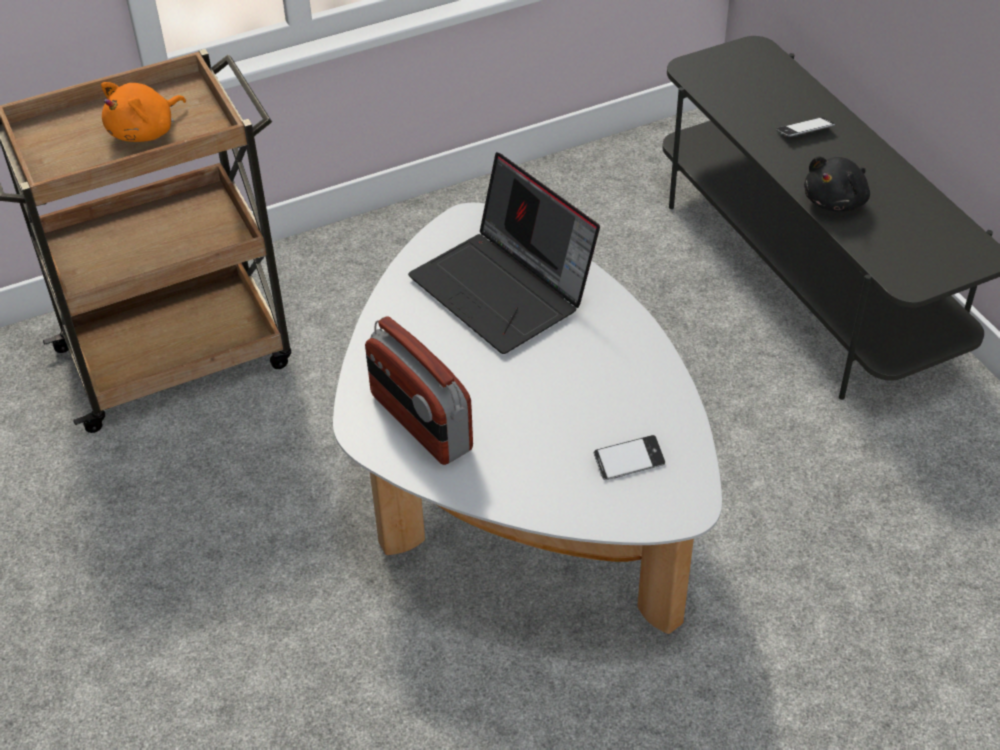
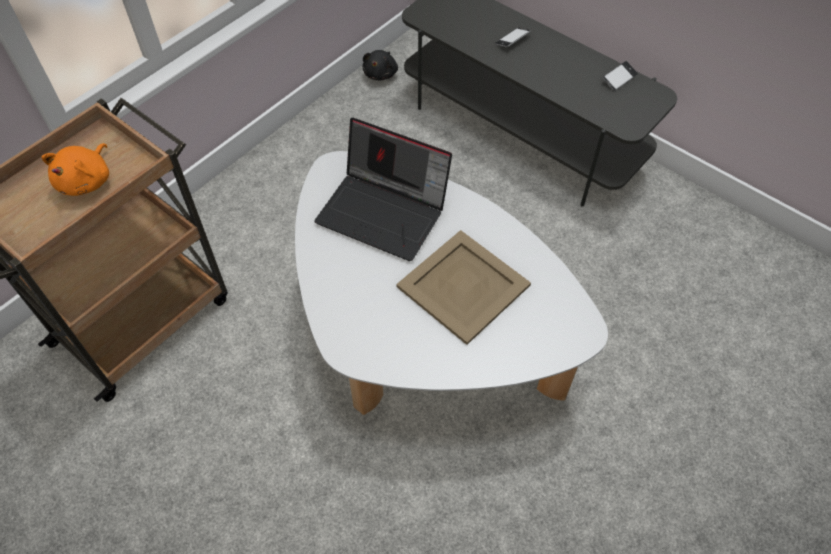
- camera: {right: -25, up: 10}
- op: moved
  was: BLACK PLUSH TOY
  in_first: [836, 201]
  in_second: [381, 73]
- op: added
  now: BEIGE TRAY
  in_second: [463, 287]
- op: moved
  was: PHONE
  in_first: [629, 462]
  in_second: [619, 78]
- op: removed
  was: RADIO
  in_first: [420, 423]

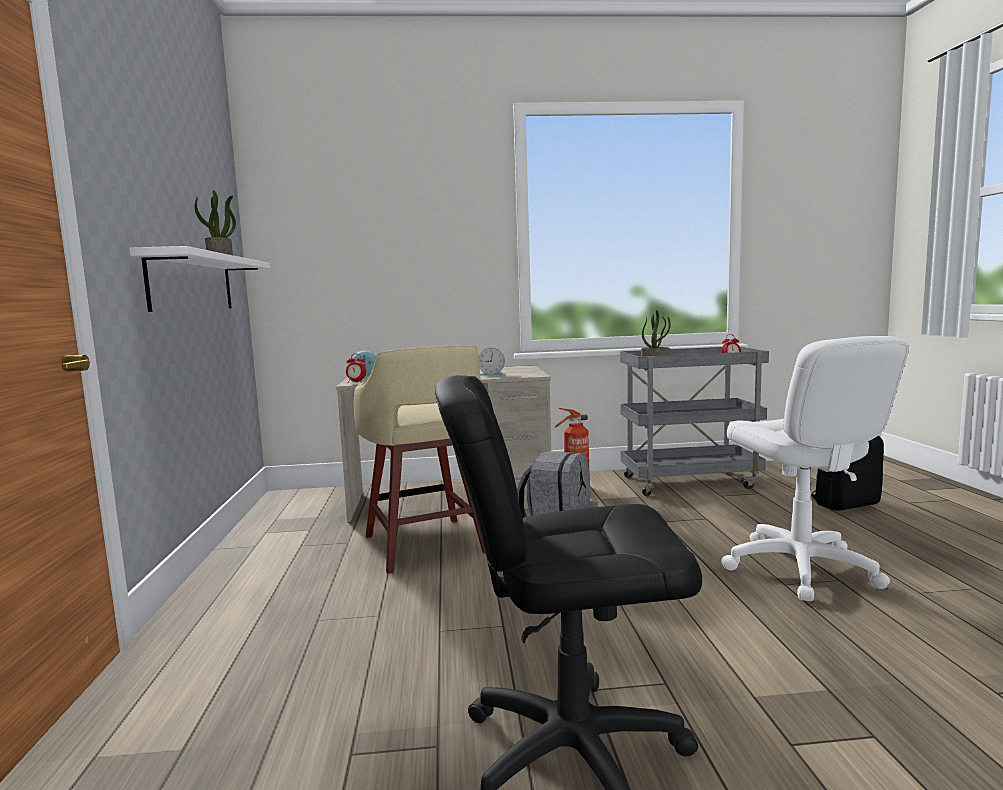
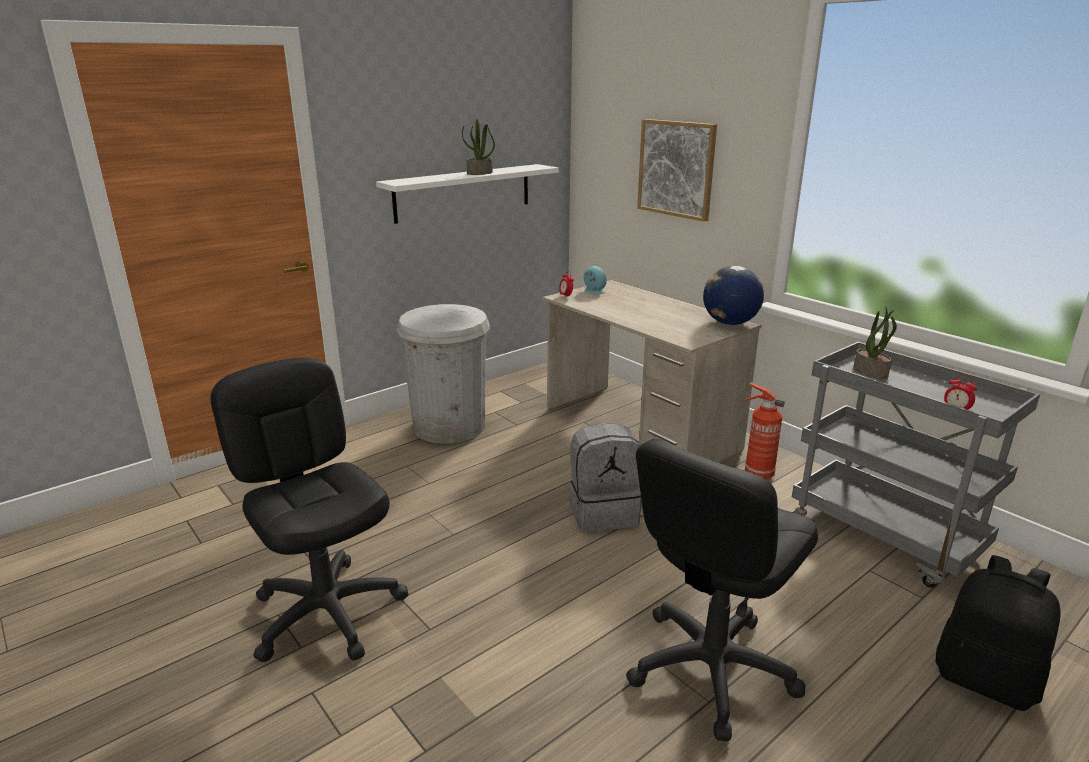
- camera: {right: 55, up: 15}
- op: added
  now: WHITE TRASH CAN
  in_second: [449, 426]
- op: recoloured
  was: WHITE OFFICE CHAIR
  now: BLACK OFFICE CHAIR
  in_first: [799, 568]
  in_second: [710, 668]
- op: added
  now: PICTURE
  in_second: [676, 169]
- op: added
  now: GLOBE
  in_second: [729, 323]
- op: removed
  was: BEIGE STOOL
  in_first: [426, 546]
- op: removed
  was: ALARM CLOCK
  in_first: [492, 374]

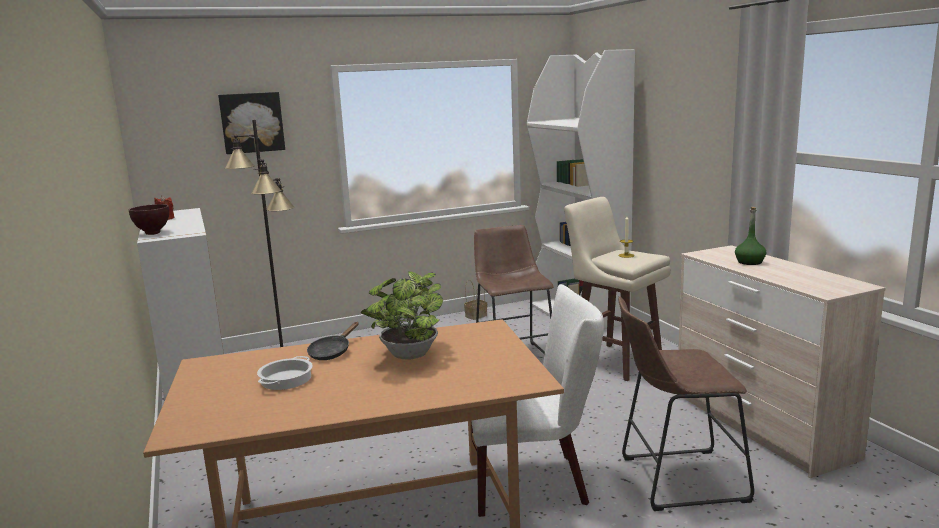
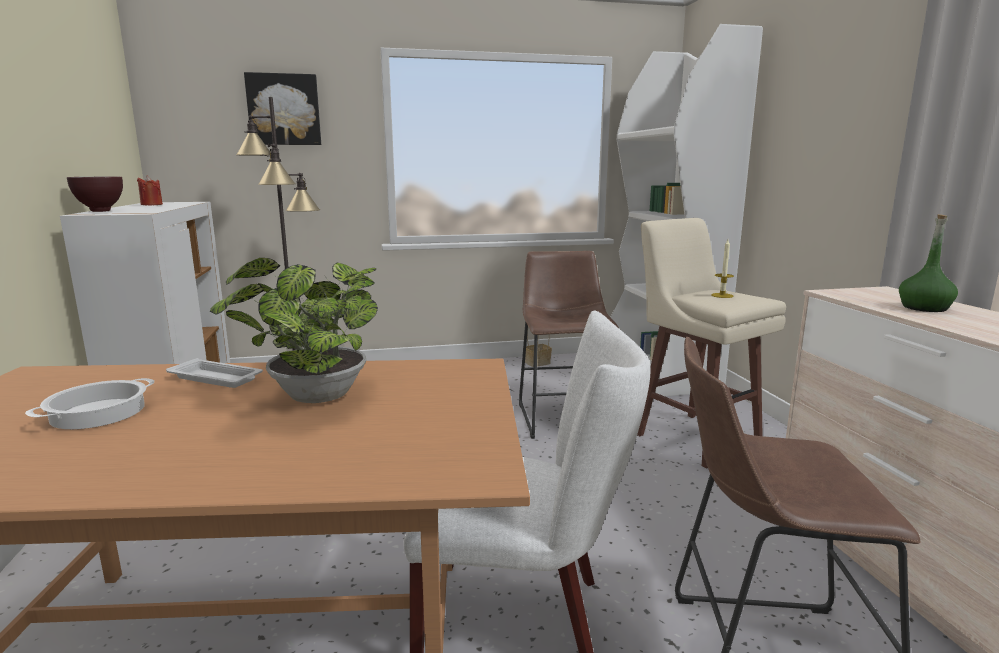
- camera: {right: 10, up: 0}
- op: replaced
  was: BLACK FRYING PAN
  now: WHITE TRAY
  in_first: [332, 352]
  in_second: [217, 379]

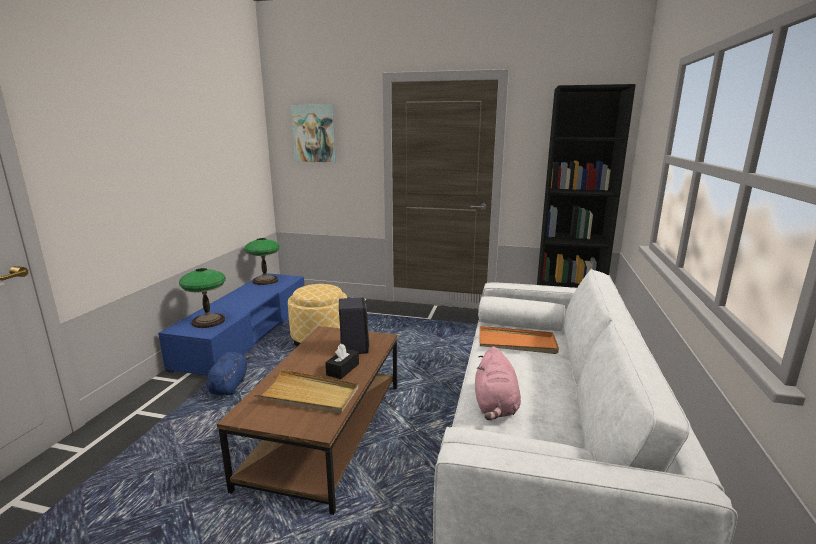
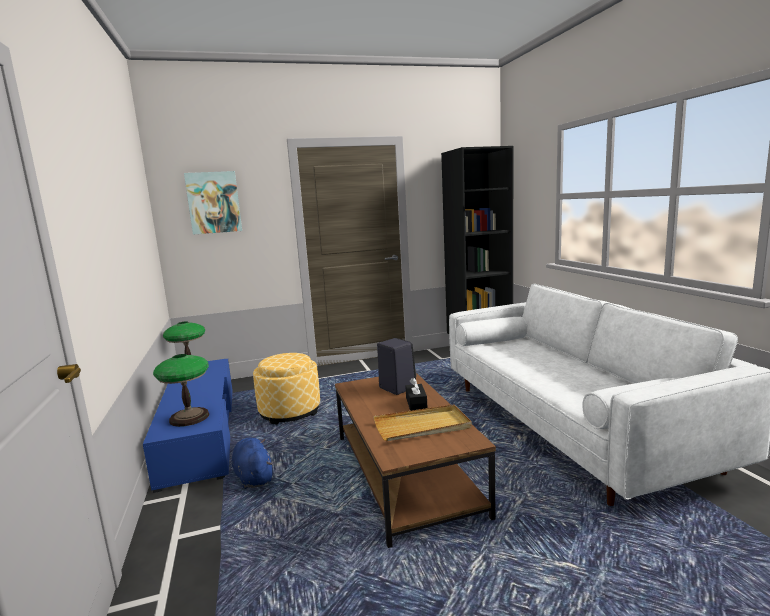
- camera: {right: -30, up: -5}
- op: removed
  was: PINK PLUSH TOY
  in_first: [495, 406]
- op: removed
  was: ORANGE TRAY
  in_first: [517, 343]

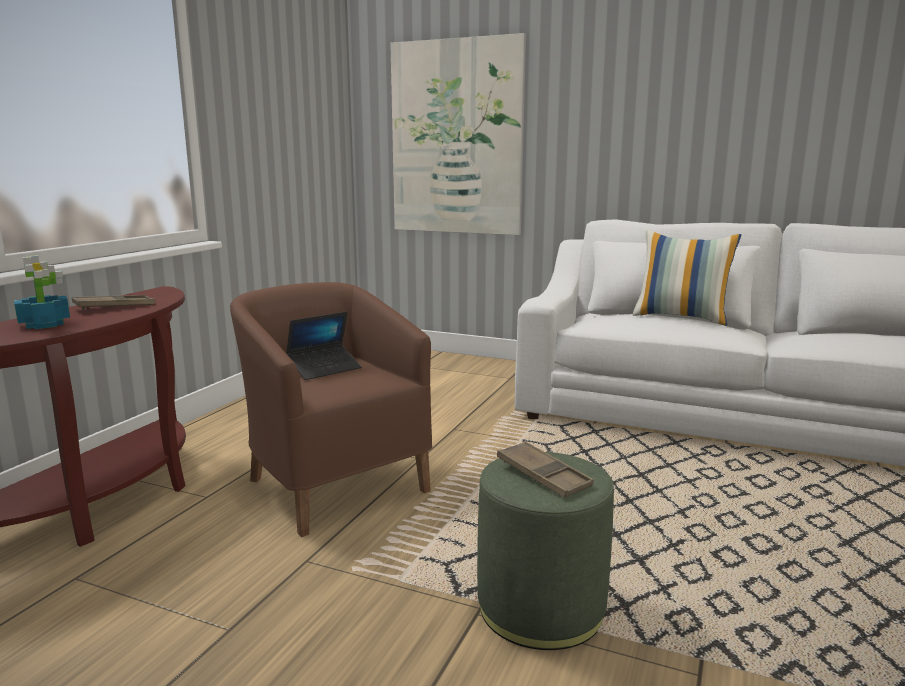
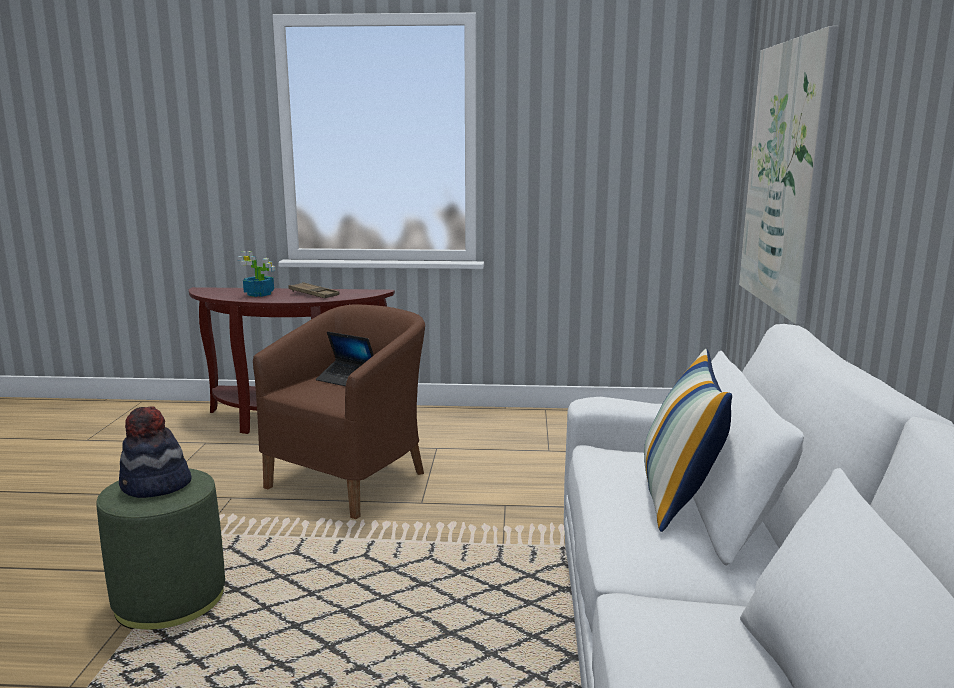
- camera: {right: 70, up: 0}
- op: replaced
  was: BROWN TRAY
  now: HAT
  in_first: [543, 475]
  in_second: [155, 486]

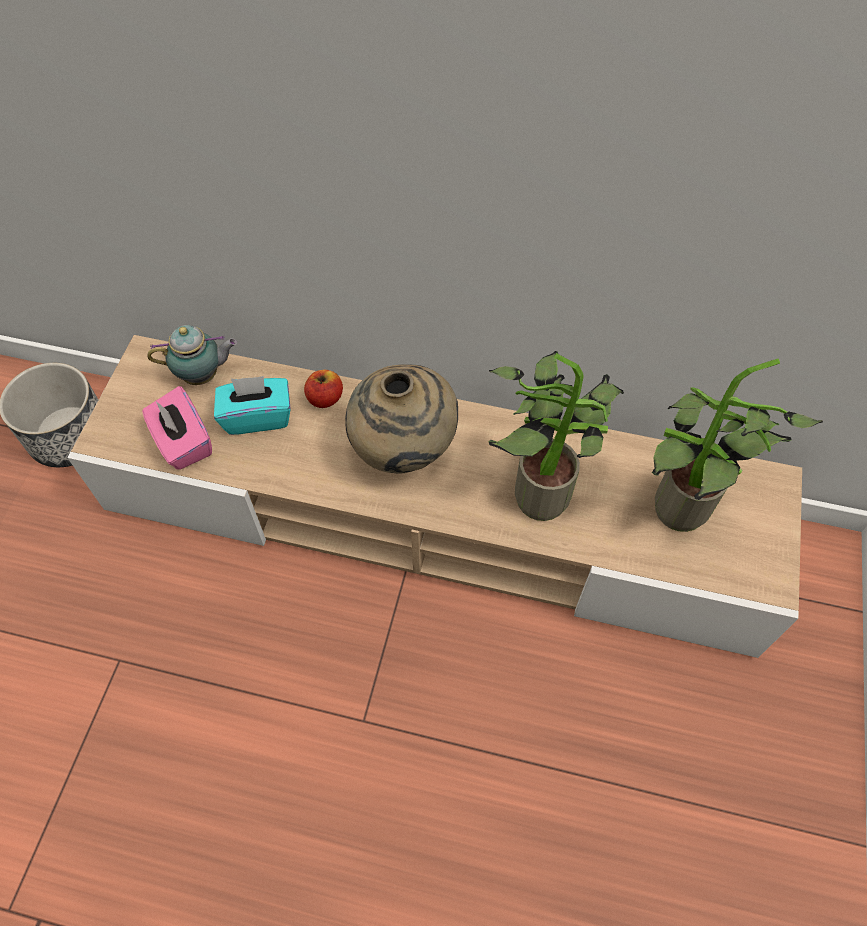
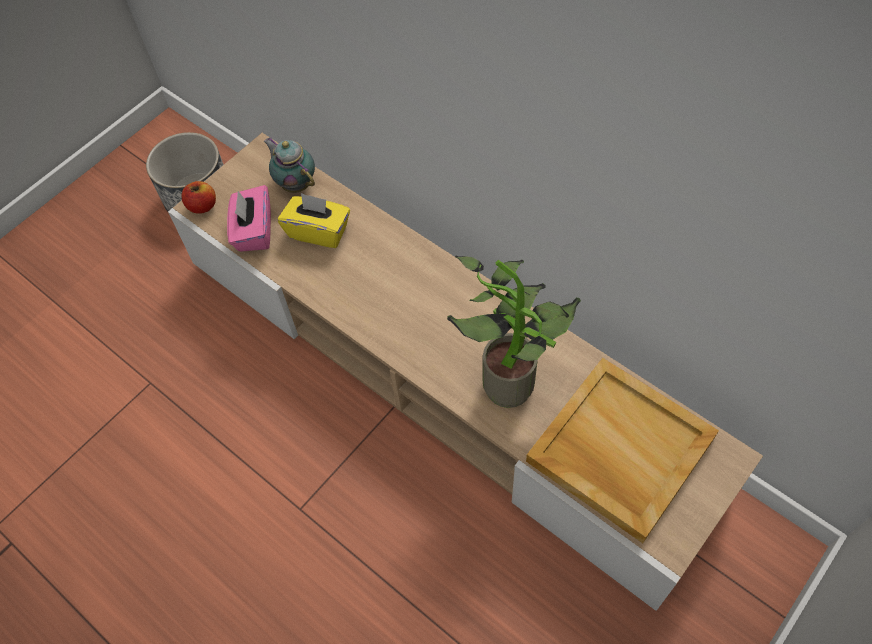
- camera: {right: 30, up: 0}
- op: moved
  was: APPLE
  in_first: [325, 398]
  in_second: [202, 206]
- op: turned
  was: TEAPOT
  in_first: [203, 376]
  in_second: [295, 183]
  clockwise: -150
- op: recoloured
  was: TURQUOISE TISSUE BOX
  now: YELLOW TISSUE BOX
  in_first: [257, 416]
  in_second: [319, 231]
- op: replaced
  was: POTTED PLANT
  now: BEIGE TRAY
  in_first: [677, 516]
  in_second: [618, 450]
- op: removed
  was: BEIGE VASE
  in_first: [403, 452]

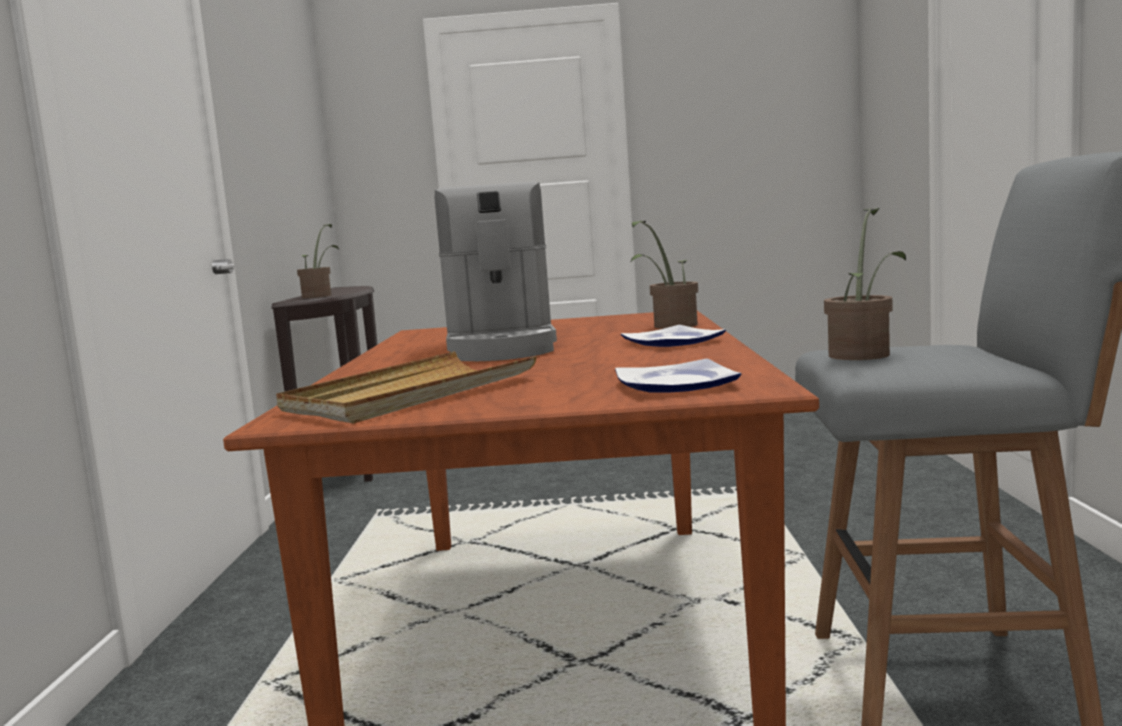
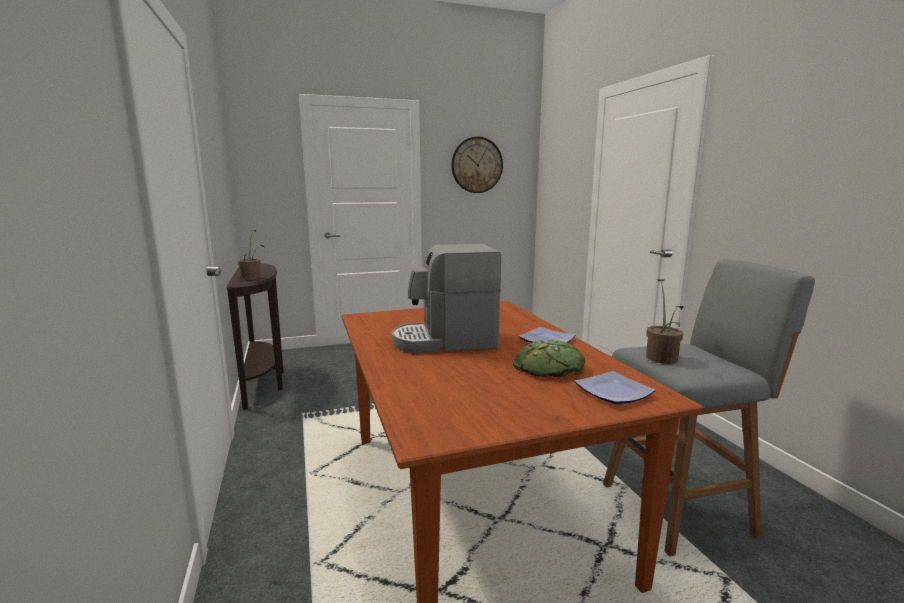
- camera: {right: -20, up: 5}
- op: turned
  was: COFFEE MACHINE
  in_first: [501, 347]
  in_second: [445, 341]
  clockwise: 105
- op: added
  now: WALL CLOCK
  in_second: [477, 165]
- op: added
  now: BREAD
  in_second: [549, 367]
- op: removed
  was: BEIGE TRAY
  in_first: [411, 394]
- op: removed
  was: POTTED PLANT
  in_first: [670, 326]

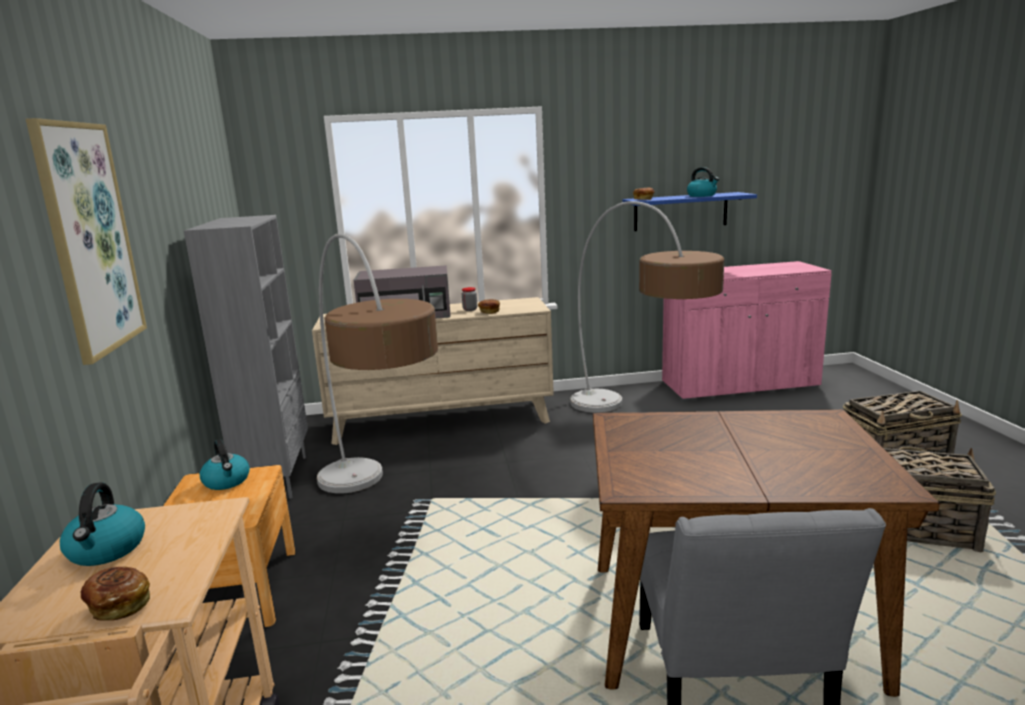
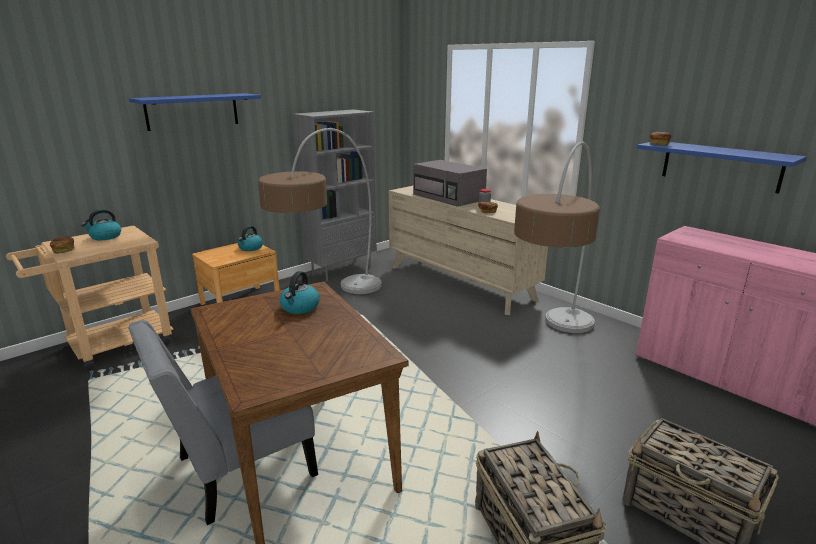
- camera: {right: 55, up: 5}
- op: replaced
  was: PICTURE
  now: BLUE SHELF
  in_first: [89, 239]
  in_second: [192, 111]
- op: moved
  was: KETTLE
  in_first: [702, 195]
  in_second: [300, 307]

